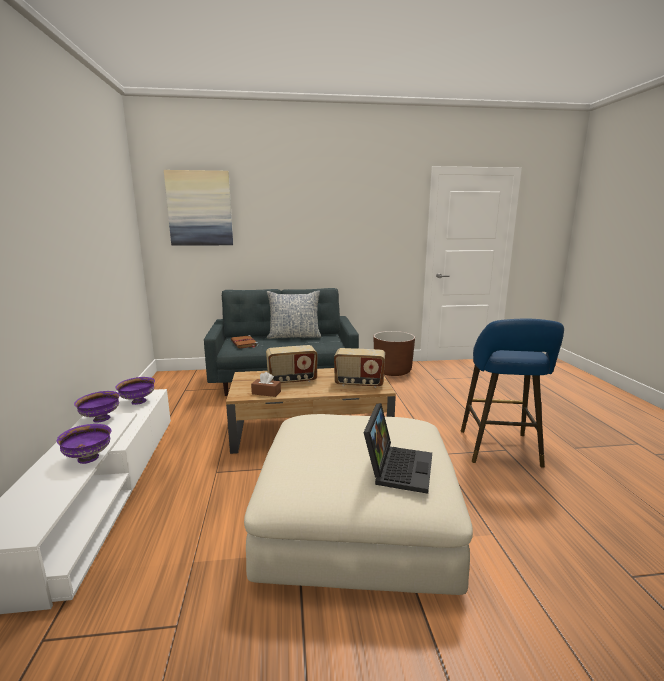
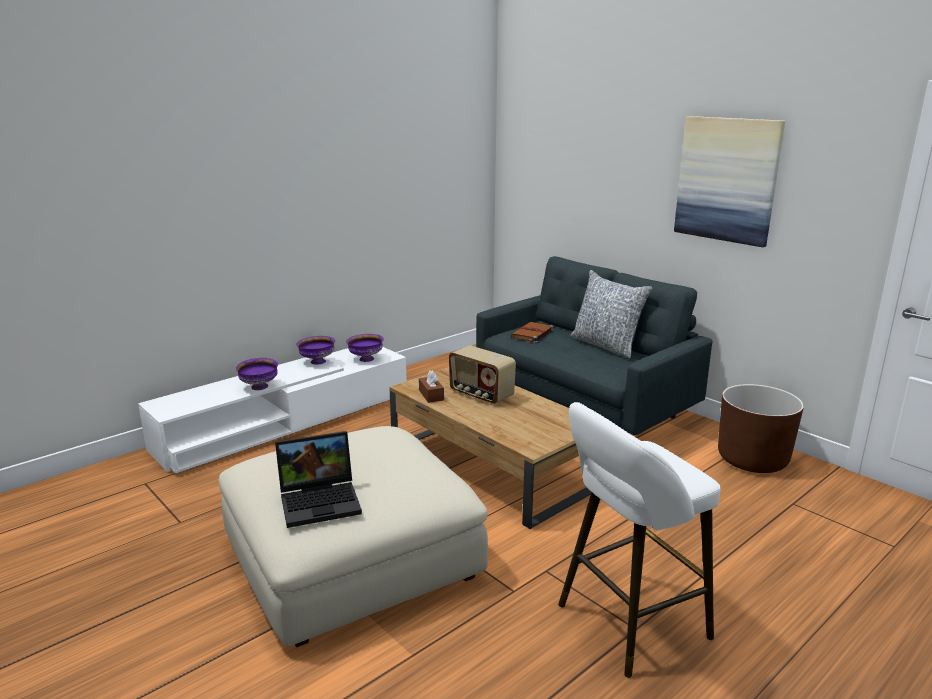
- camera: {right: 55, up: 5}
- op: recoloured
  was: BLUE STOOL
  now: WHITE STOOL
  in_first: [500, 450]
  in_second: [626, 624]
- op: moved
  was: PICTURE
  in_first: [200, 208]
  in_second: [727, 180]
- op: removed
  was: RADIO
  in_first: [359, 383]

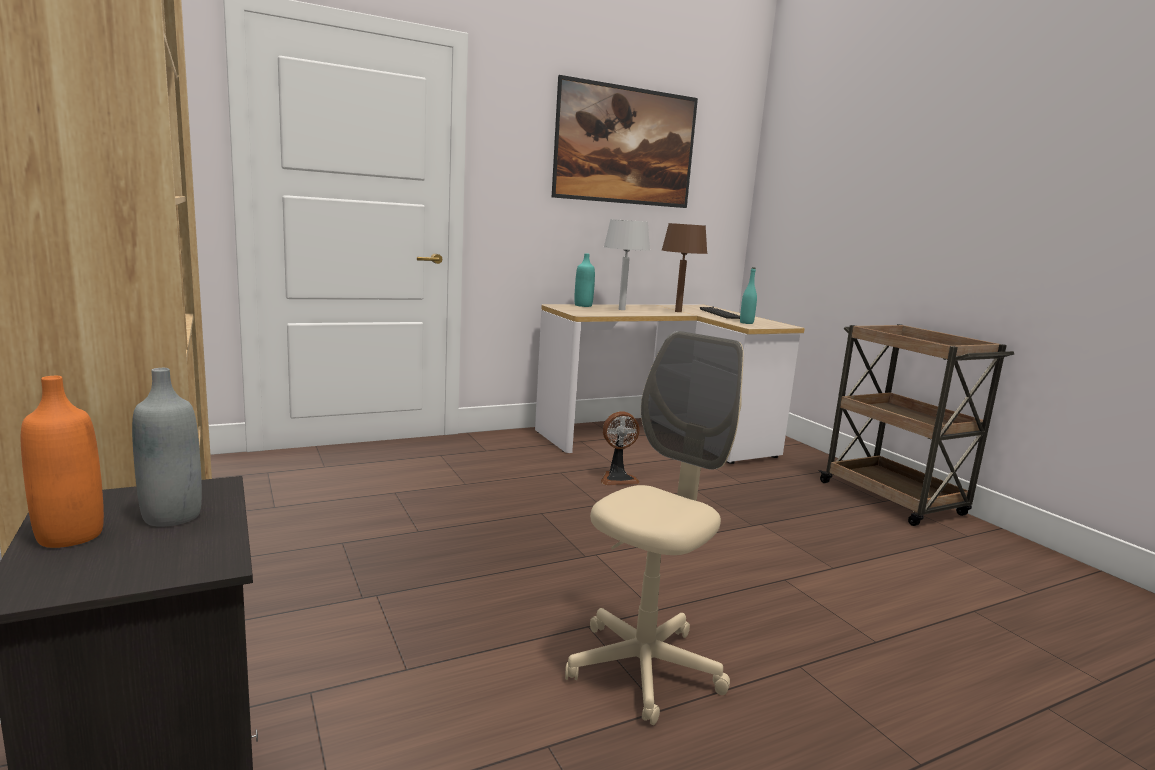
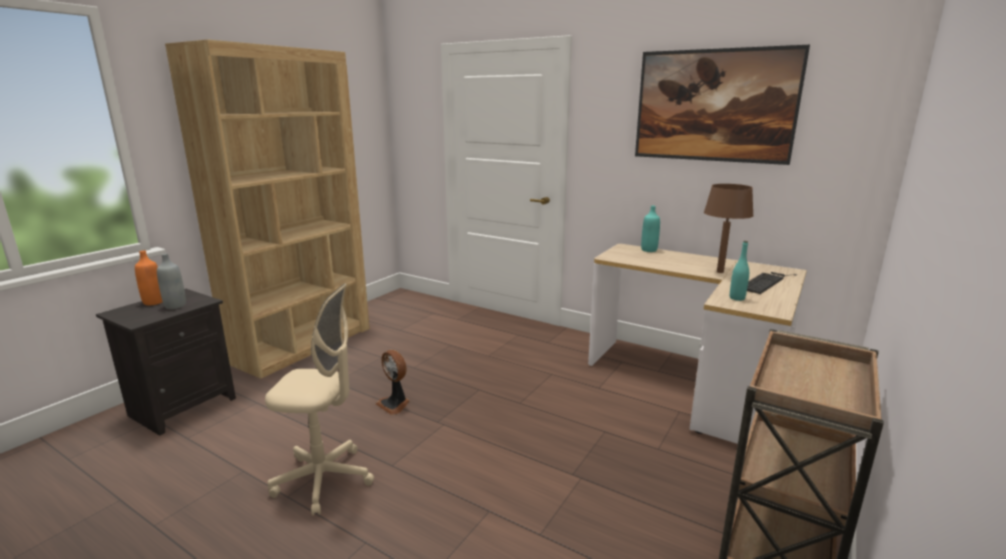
- camera: {right: 60, up: 5}
- op: moved
  was: FAN
  in_first: [617, 478]
  in_second: [395, 404]
- op: removed
  was: GREY TABLE LAMP
  in_first: [622, 309]

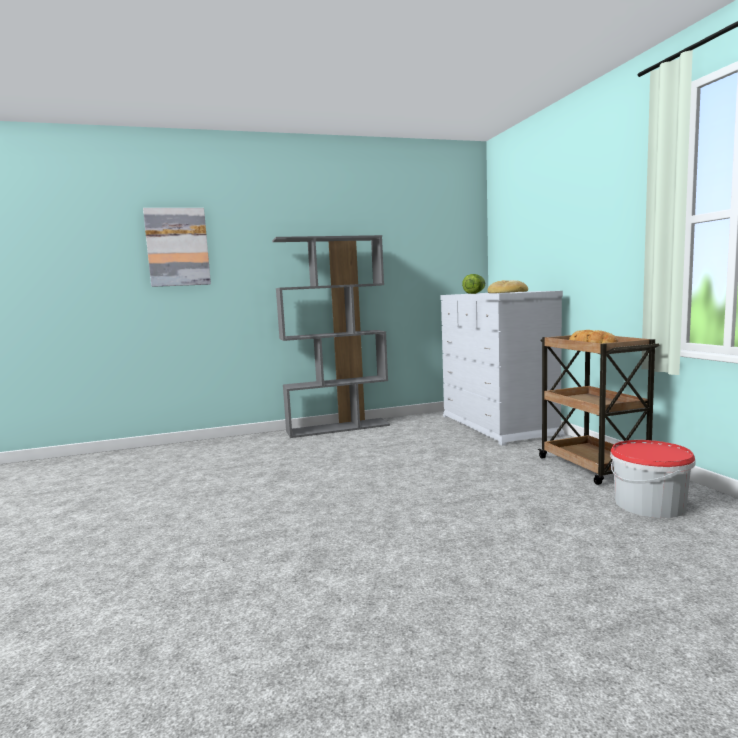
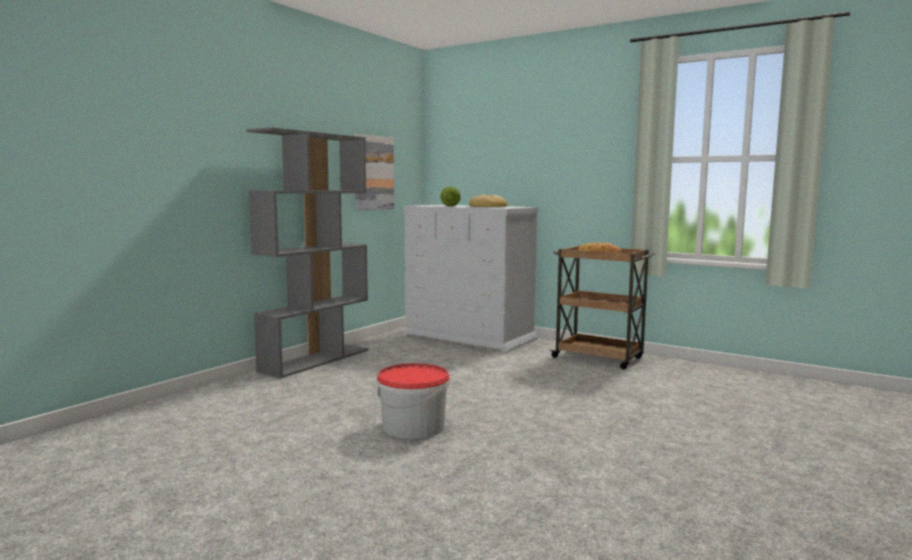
- camera: {right: -40, up: 0}
- op: moved
  was: PICTURE
  in_first: [178, 247]
  in_second: [373, 173]
- op: moved
  was: BUCKET
  in_first: [649, 504]
  in_second: [413, 426]

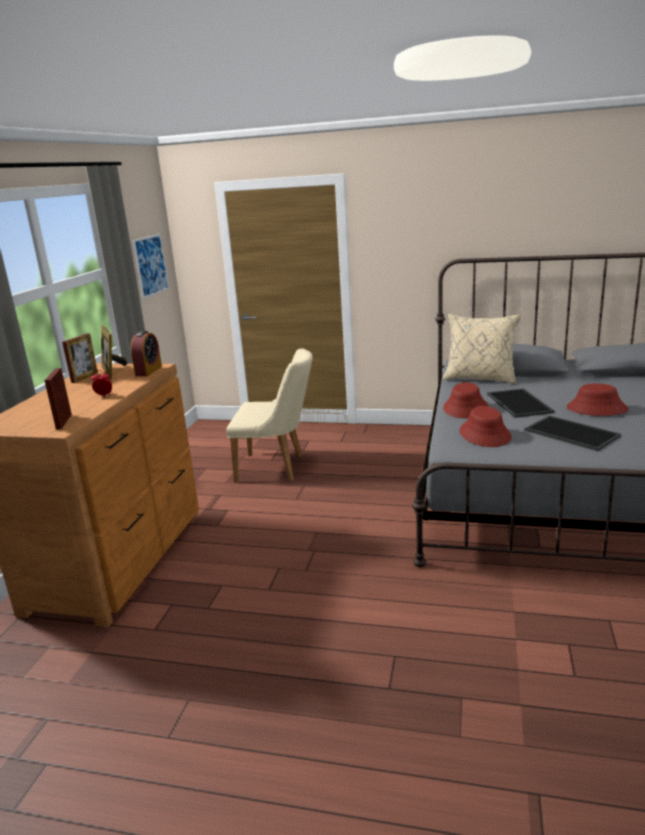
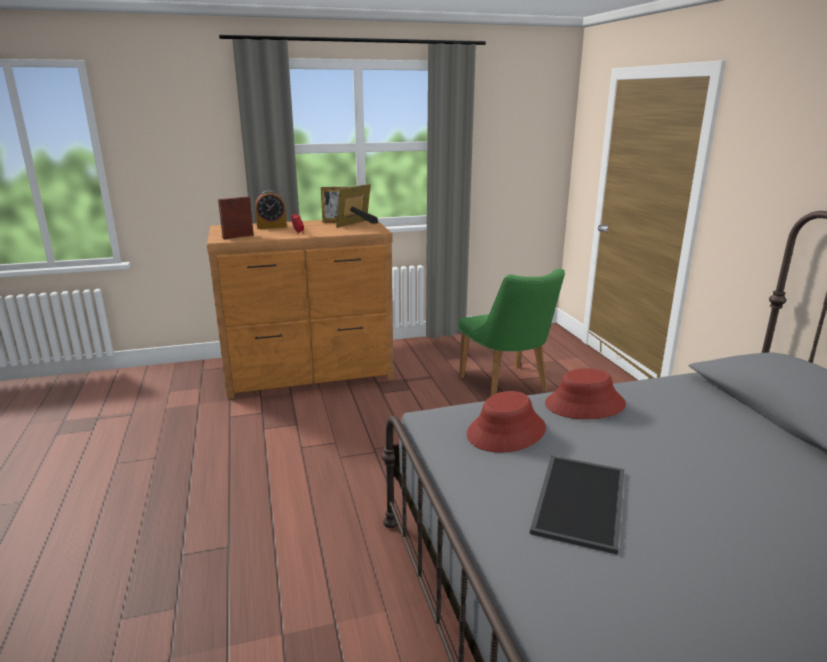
- camera: {right: 60, up: 0}
- op: moved
  was: ALARM CLOCK
  in_first: [148, 371]
  in_second: [271, 227]
- op: recoloured
  was: BEIGE CHAIR
  now: GREEN CHAIR
  in_first: [277, 468]
  in_second: [508, 387]
- op: removed
  was: PICTURE
  in_first: [151, 265]
- op: removed
  was: BEIGE PILLOW
  in_first: [480, 378]
- op: removed
  was: TRAY
  in_first: [517, 403]
- op: removed
  was: RED HAT
  in_first: [596, 409]

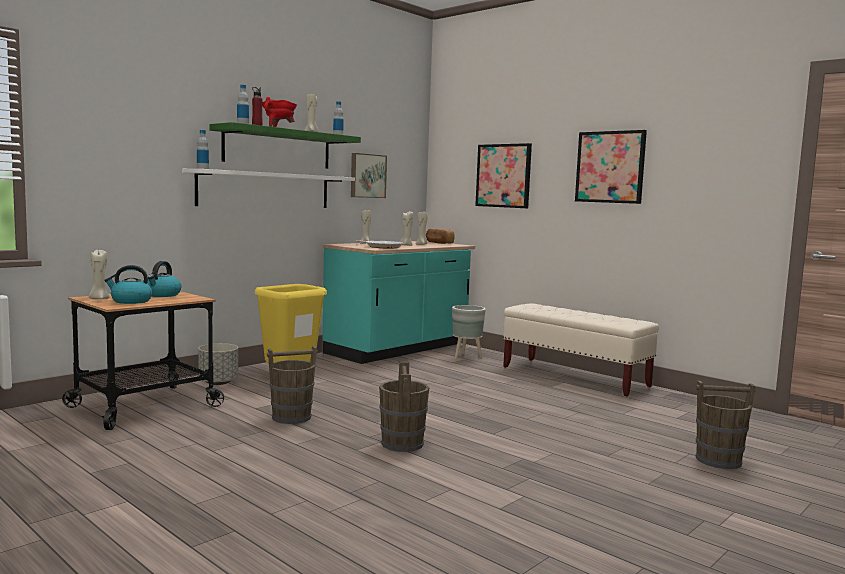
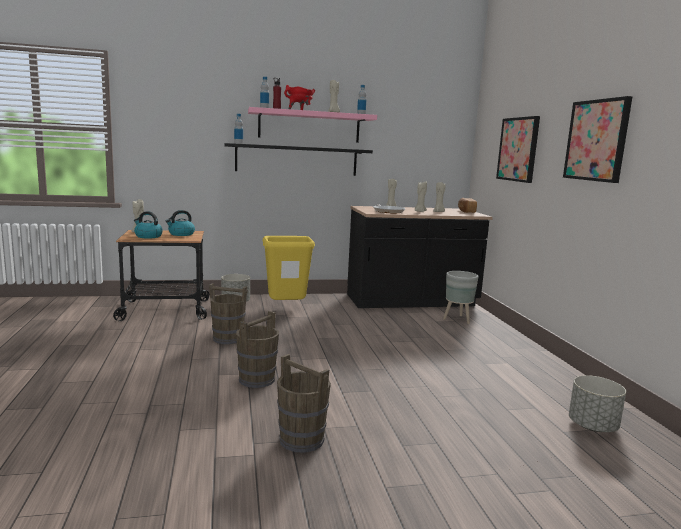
- camera: {right: 35, up: 5}
- op: recoloured
  was: WHITE SHELF
  now: BLACK SHELF
  in_first: [265, 190]
  in_second: [297, 160]
- op: recoloured
  was: GREEN SHELF
  now: PINK SHELF
  in_first: [278, 148]
  in_second: [309, 126]
- op: moved
  was: BROWN BUCKET
  in_first: [719, 460]
  in_second: [302, 440]
- op: recoloured
  was: TURQUOISE COUNTER
  now: BLACK COUNTER
  in_first: [398, 349]
  in_second: [411, 302]
- op: added
  now: GREY PLANTER
  in_second: [593, 426]
- op: removed
  was: PICTURE
  in_first: [367, 176]
- op: removed
  was: BEIGE BENCH
  in_first: [574, 377]

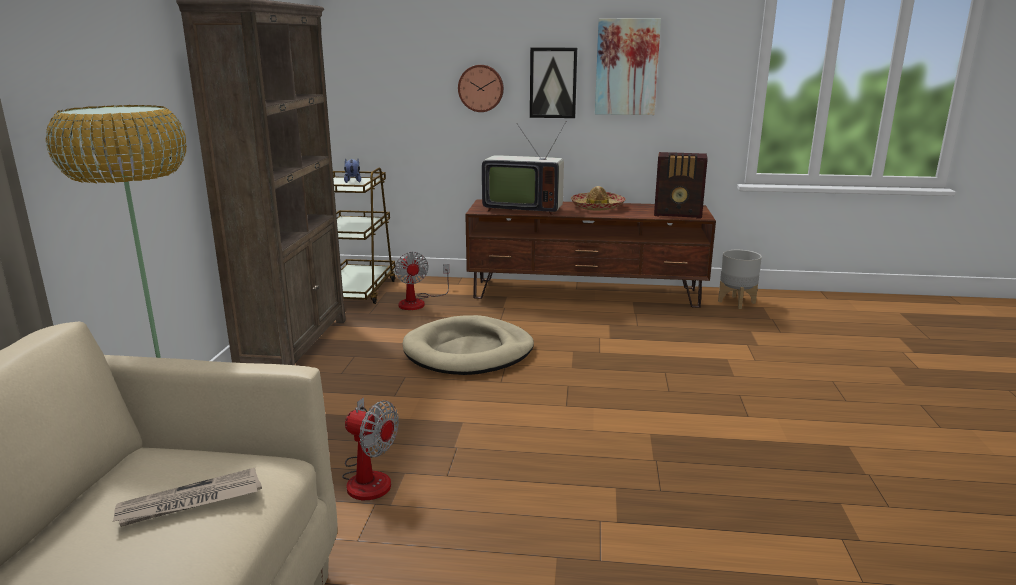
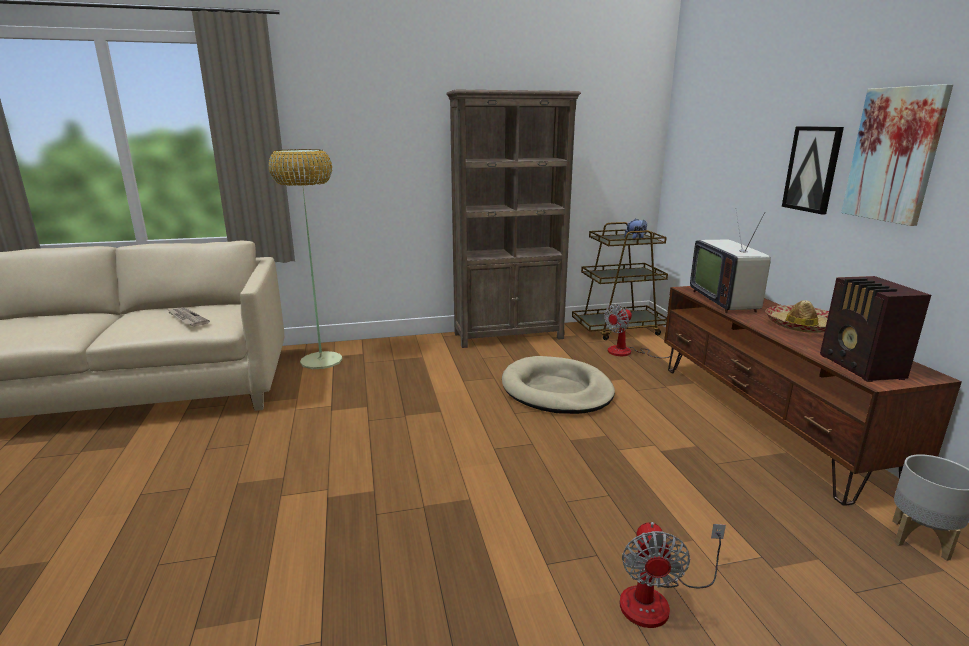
- camera: {right: 70, up: 0}
- op: moved
  was: FAN
  in_first: [368, 477]
  in_second: [657, 599]
- op: removed
  was: WALL CLOCK
  in_first: [481, 88]

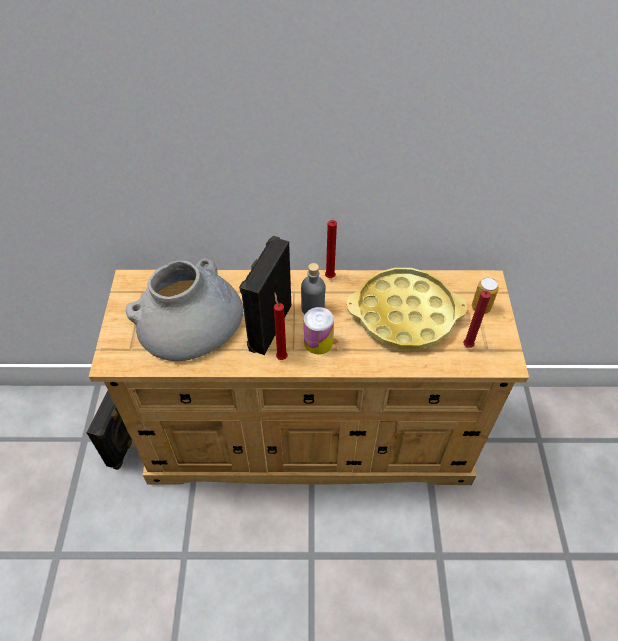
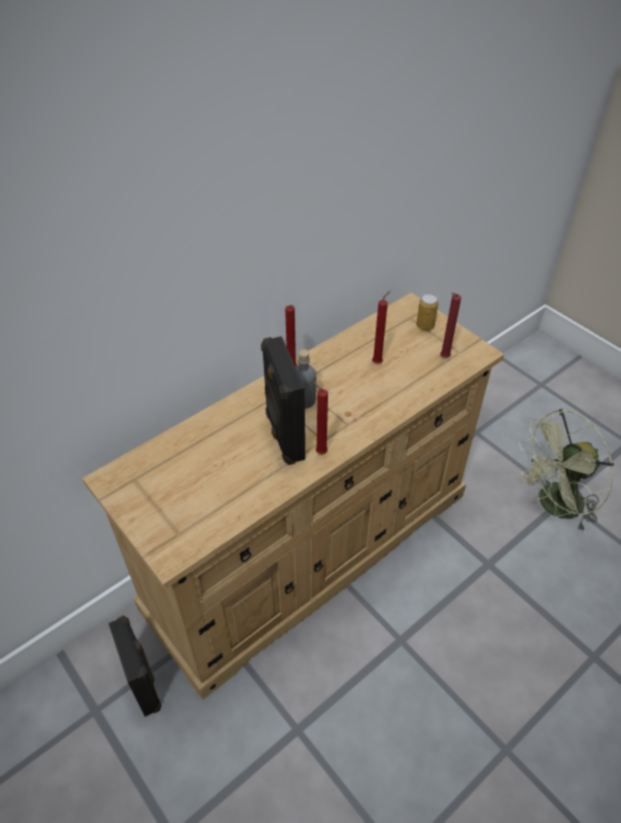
- camera: {right: -40, up: -5}
- op: replaced
  was: YELLOW TRAY
  now: RED CANDLE
  in_first: [404, 314]
  in_second: [378, 362]
- op: added
  now: GREEN FAN
  in_second: [553, 506]
- op: removed
  was: GREY VASE
  in_first: [188, 318]
- op: removed
  was: CAN
  in_first: [318, 342]

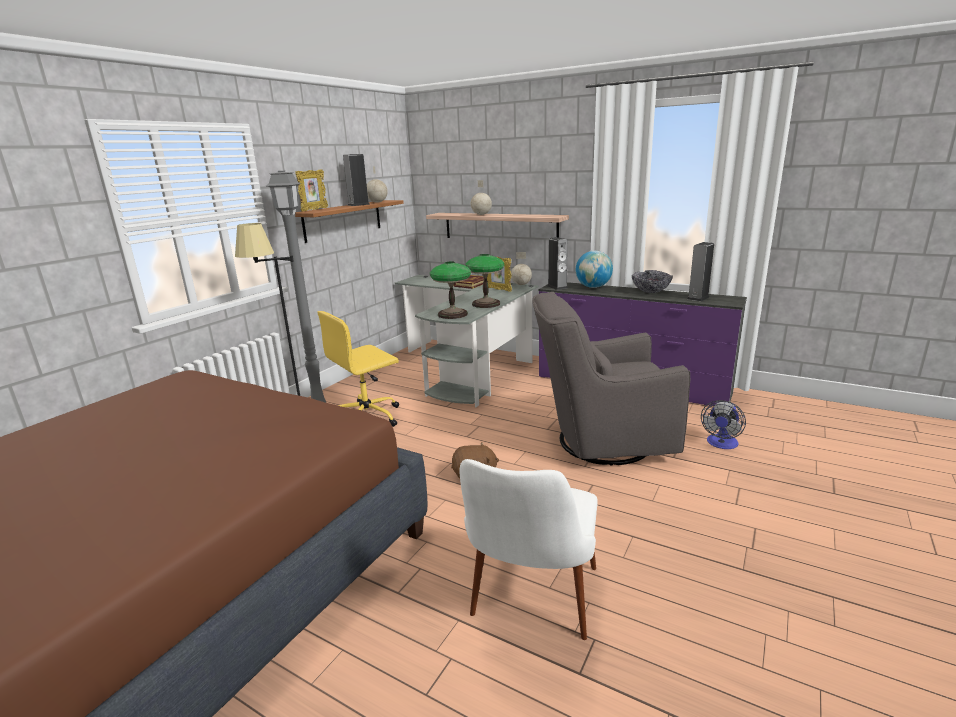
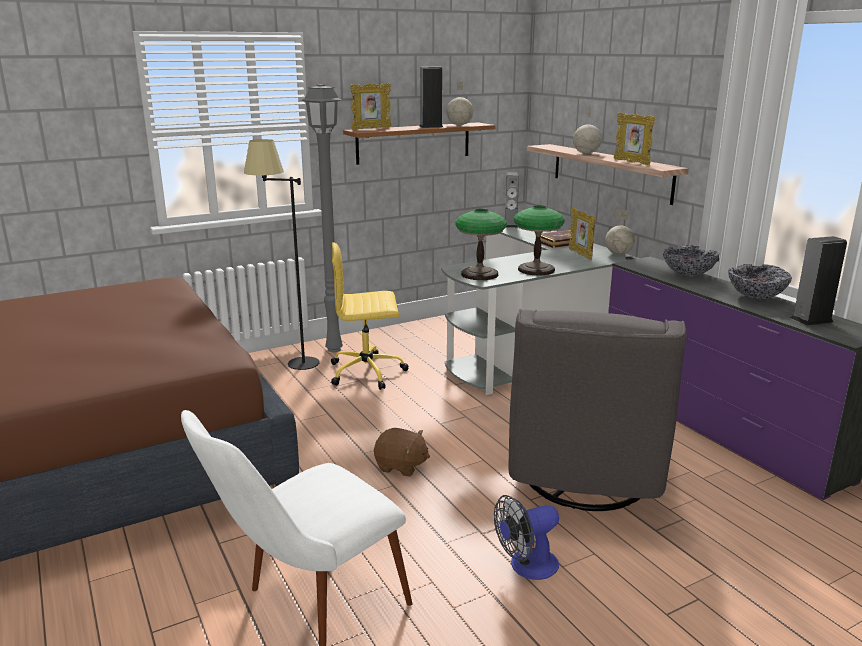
- camera: {right: 30, up: 0}
- op: moved
  was: FAN
  in_first: [721, 444]
  in_second: [526, 566]
- op: moved
  was: SPEAKER
  in_first: [557, 287]
  in_second: [510, 225]
- op: turned
  was: GREY ARMCHAIR
  in_first: [600, 441]
  in_second: [584, 479]
  clockwise: -105
- op: added
  now: PICTURE FRAME
  in_second: [632, 162]
- op: replaced
  was: GLOBE
  now: BOWL
  in_first: [593, 287]
  in_second: [687, 274]

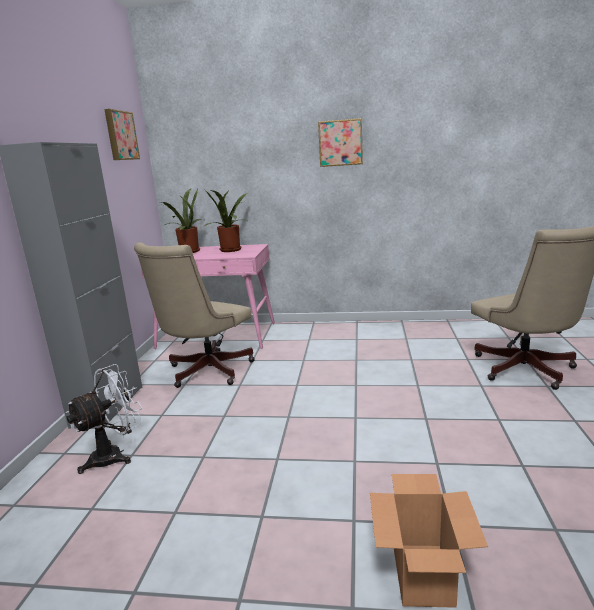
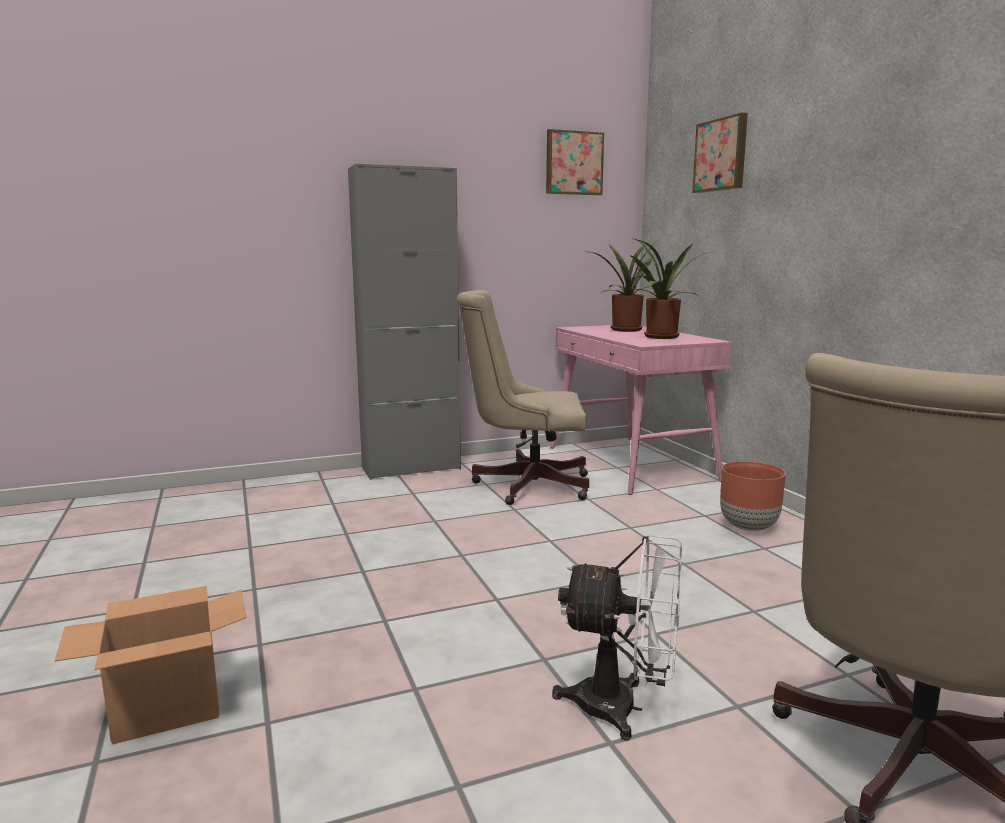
- camera: {right: 60, up: -5}
- op: moved
  was: WHITE FAN
  in_first: [115, 455]
  in_second: [623, 708]
- op: moved
  was: PICTURE
  in_first: [340, 143]
  in_second: [722, 155]
- op: added
  now: BROWN PLANTER
  in_second: [748, 527]

